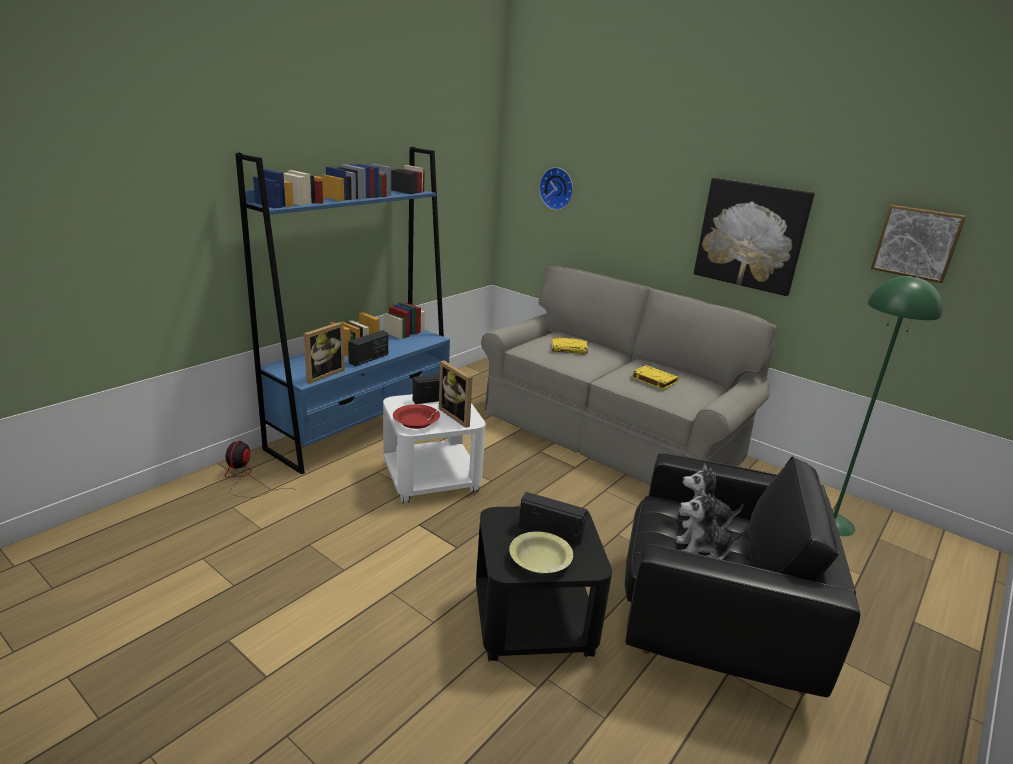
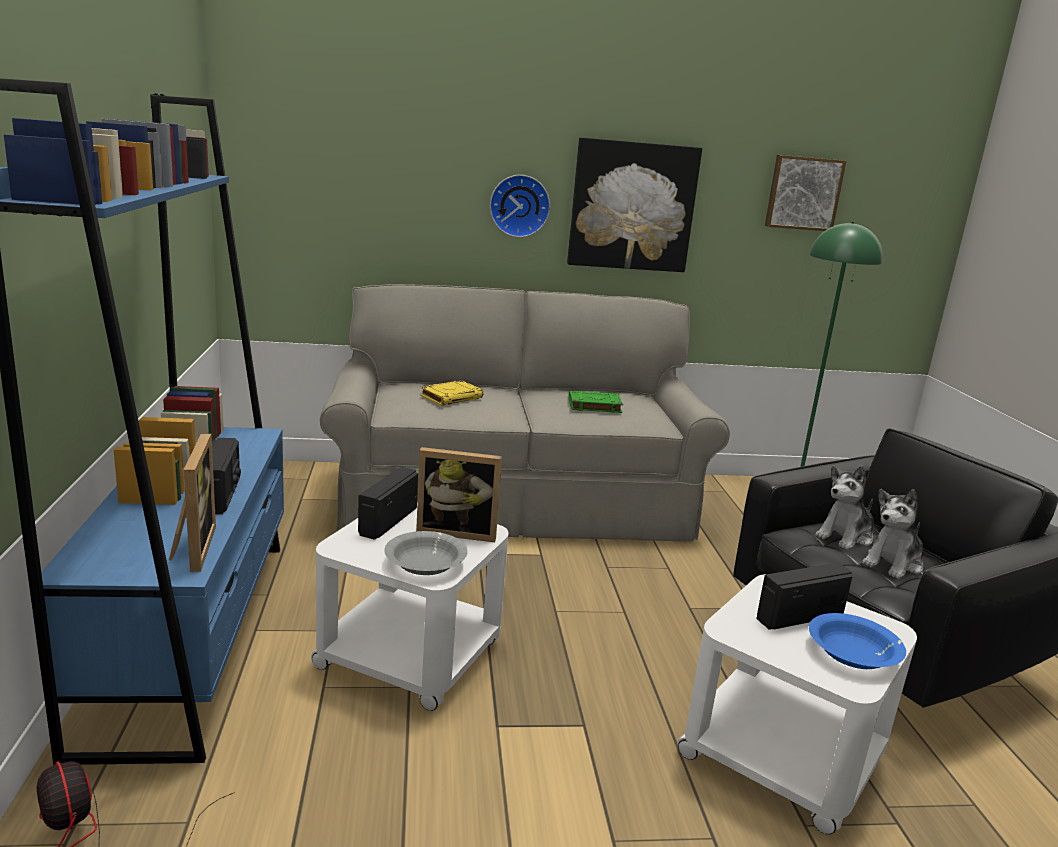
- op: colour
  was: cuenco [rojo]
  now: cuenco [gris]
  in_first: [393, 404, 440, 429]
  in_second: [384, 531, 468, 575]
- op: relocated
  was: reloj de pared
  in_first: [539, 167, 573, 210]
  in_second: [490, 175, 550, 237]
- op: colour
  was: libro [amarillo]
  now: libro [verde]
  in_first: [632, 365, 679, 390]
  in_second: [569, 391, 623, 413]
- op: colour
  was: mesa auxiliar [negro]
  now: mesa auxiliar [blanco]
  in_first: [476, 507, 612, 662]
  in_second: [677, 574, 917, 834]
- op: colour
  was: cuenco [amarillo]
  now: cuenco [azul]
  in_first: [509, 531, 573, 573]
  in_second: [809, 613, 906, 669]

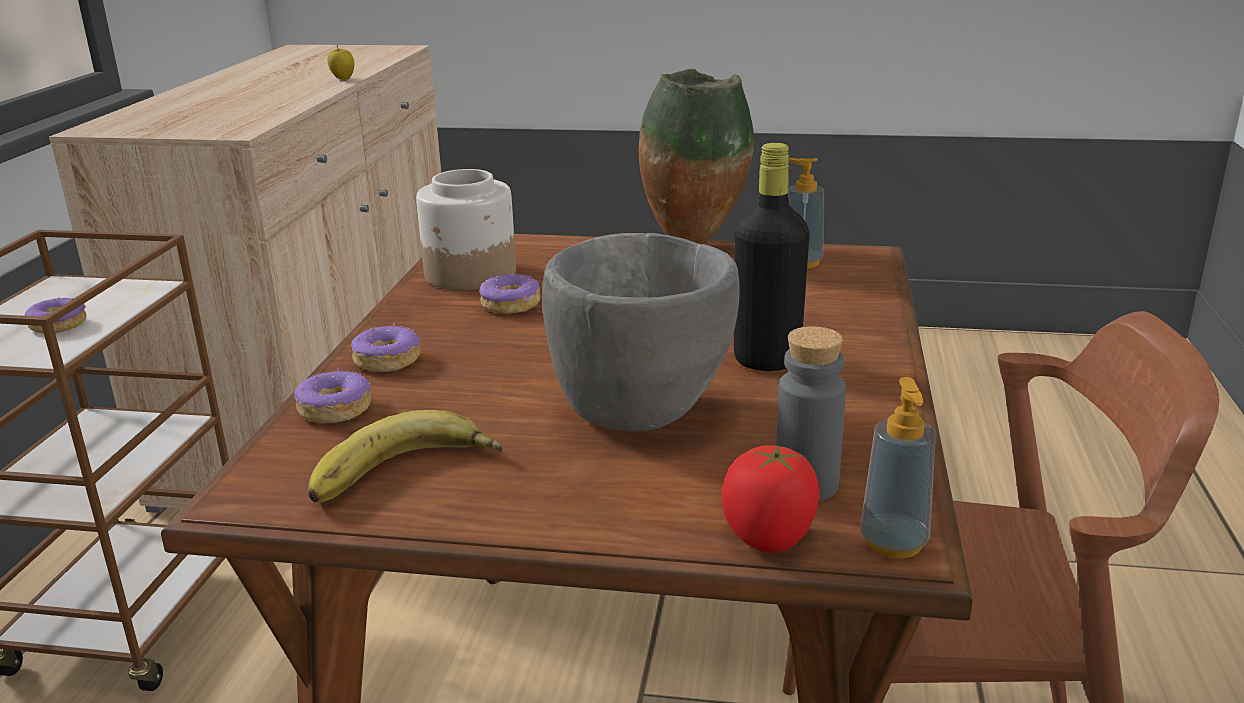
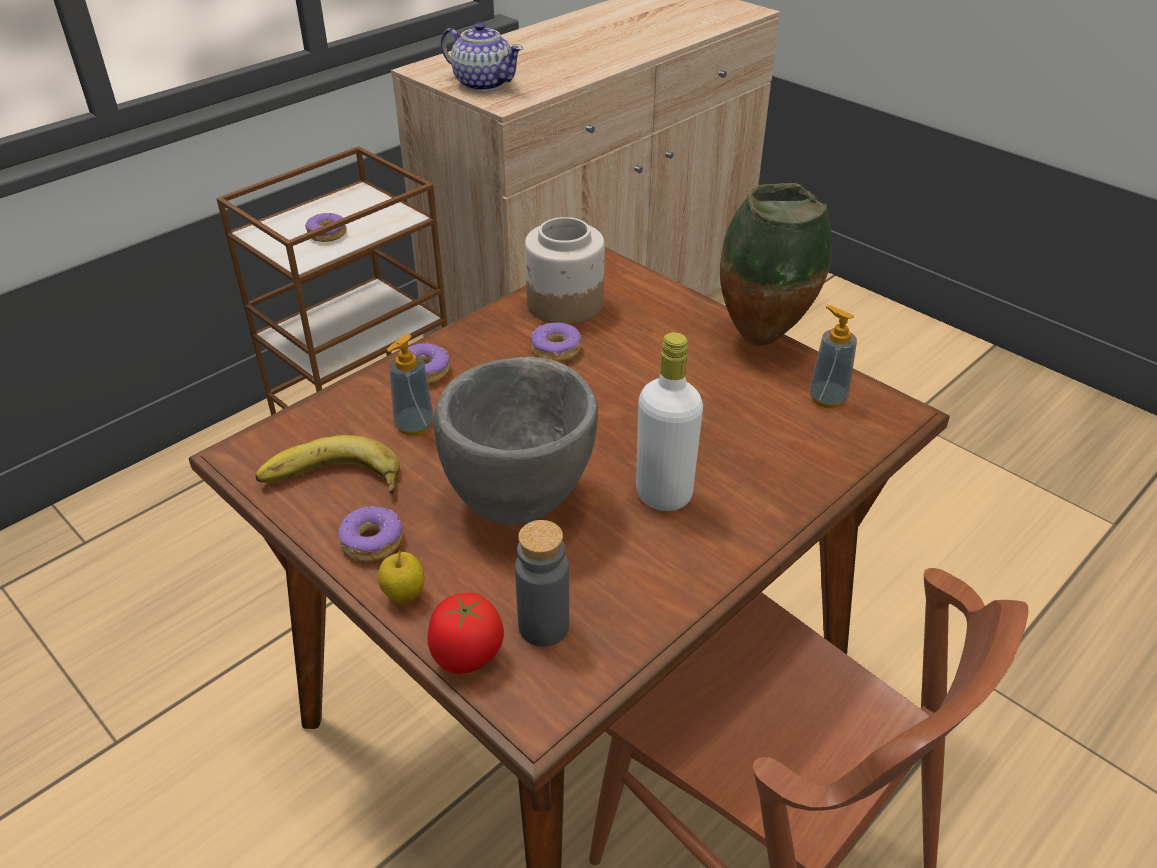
- op: relocated
  was: rosquilla
  in_first: [293, 368, 371, 424]
  in_second: [338, 506, 402, 562]
- op: relocated
  was: manzana
  in_first: [327, 46, 354, 80]
  in_second: [378, 550, 424, 604]
- op: relocated
  was: dispensador de jabón
  in_first: [860, 377, 936, 559]
  in_second: [387, 334, 434, 436]
- op: appeared
  now: tetera
  in_second: [441, 22, 523, 92]
- op: colour
  was: botella [negro]
  now: botella [blanco]
  in_first: [734, 143, 809, 371]
  in_second: [636, 332, 703, 511]

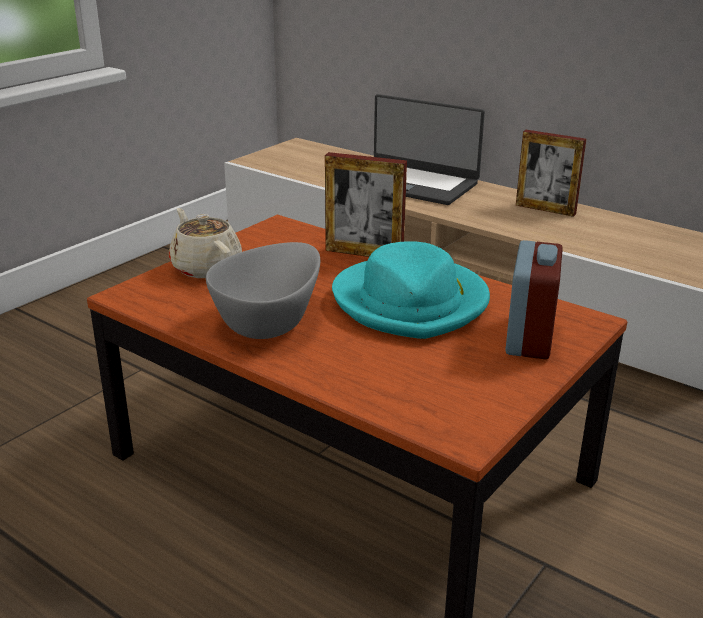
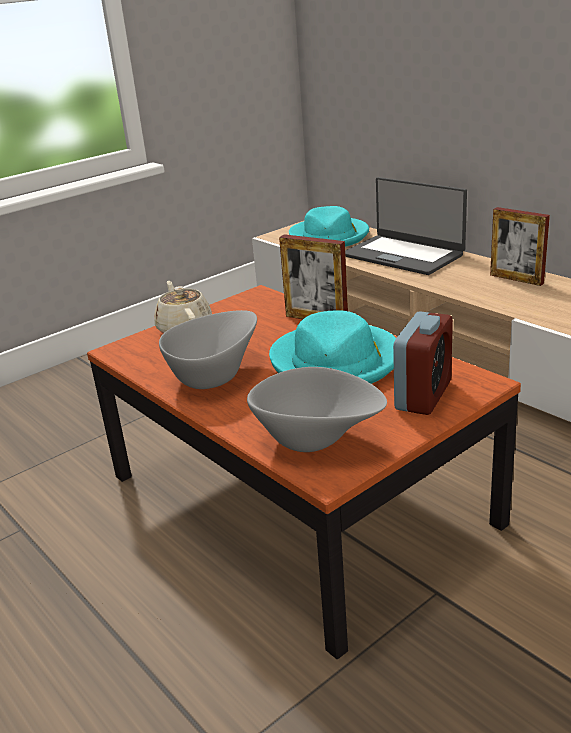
- op: appeared
  now: cuenco [gris]
  in_second: [247, 367, 387, 452]
- op: appeared
  now: sombrero [turquesa]
  in_second: [289, 206, 369, 247]

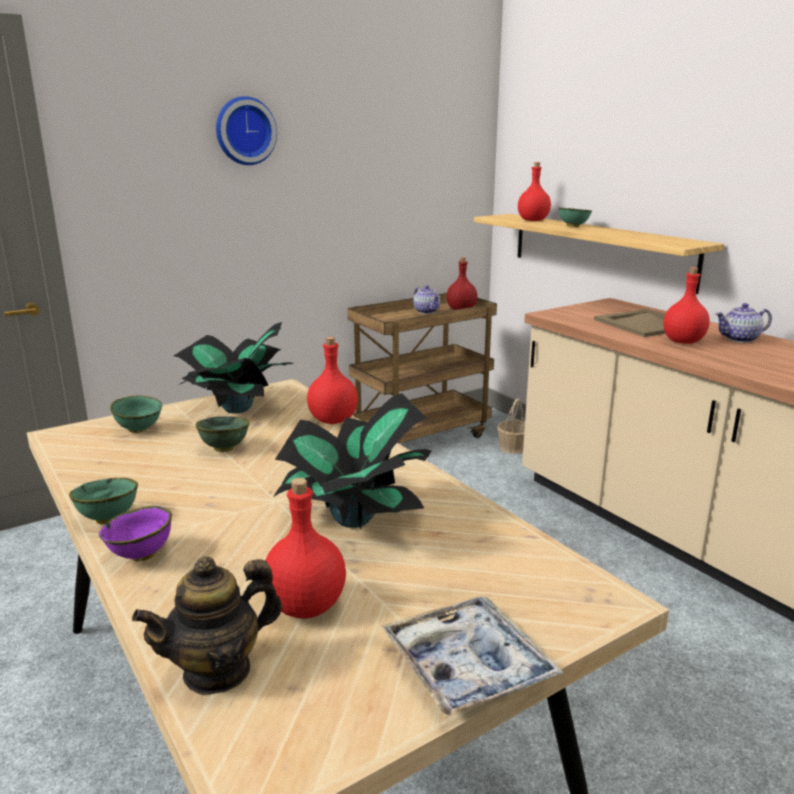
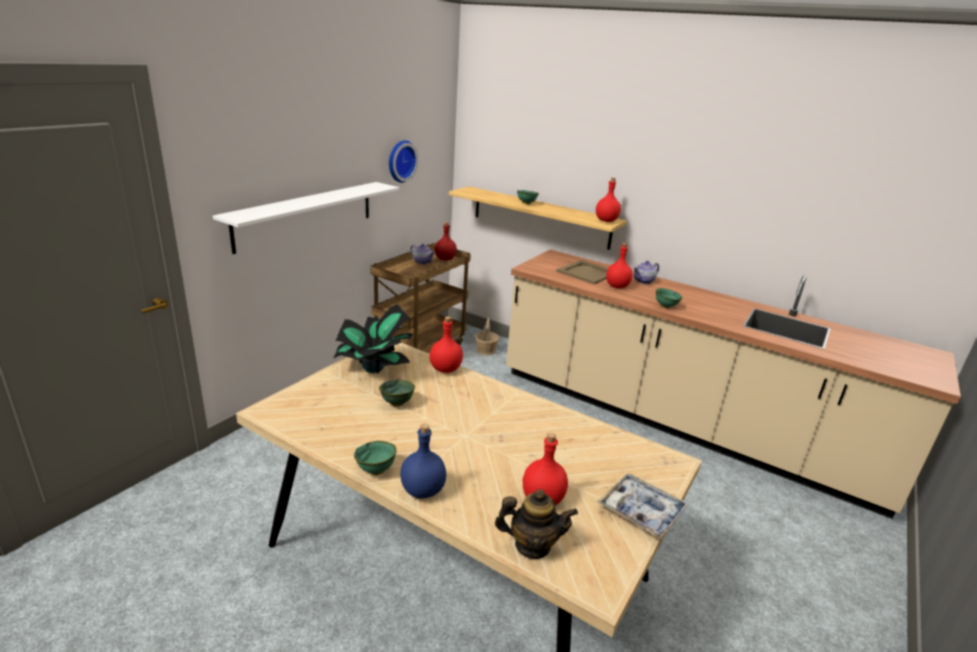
- op: appeared
  now: estante [blanco]
  in_second: [213, 182, 399, 254]
- op: relocated
  was: reloj de pared
  in_first: [216, 96, 277, 165]
  in_second: [389, 140, 418, 183]
- op: exchanged
  was: cuenco [morado]
  now: botella [azul]
  in_first: [99, 506, 172, 561]
  in_second: [400, 424, 446, 499]
- op: spun
  was: tetera
  in_first: [132, 556, 282, 695]
  in_second: [495, 489, 578, 559]
  clockwise: -120
- op: relocated
  was: botella [rojo]
  in_first: [518, 162, 551, 221]
  in_second: [596, 178, 621, 222]
- op: relocated
  was: cuenco [verde]
  in_first: [110, 395, 162, 433]
  in_second: [656, 288, 682, 308]
- op: missing
  was: planta en maceta
  in_first: [273, 393, 432, 529]

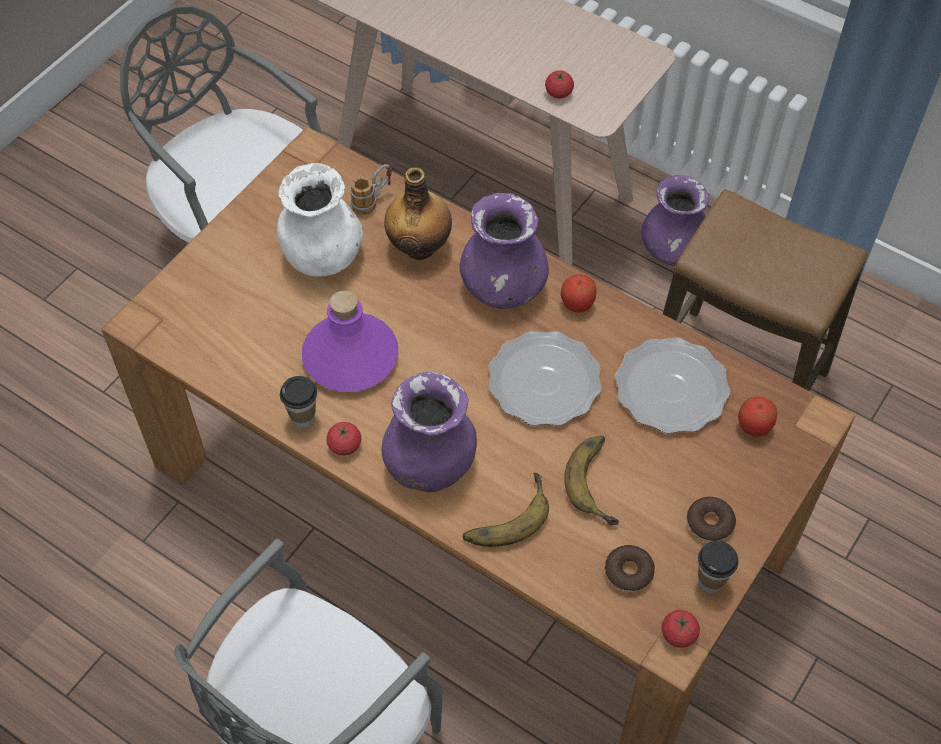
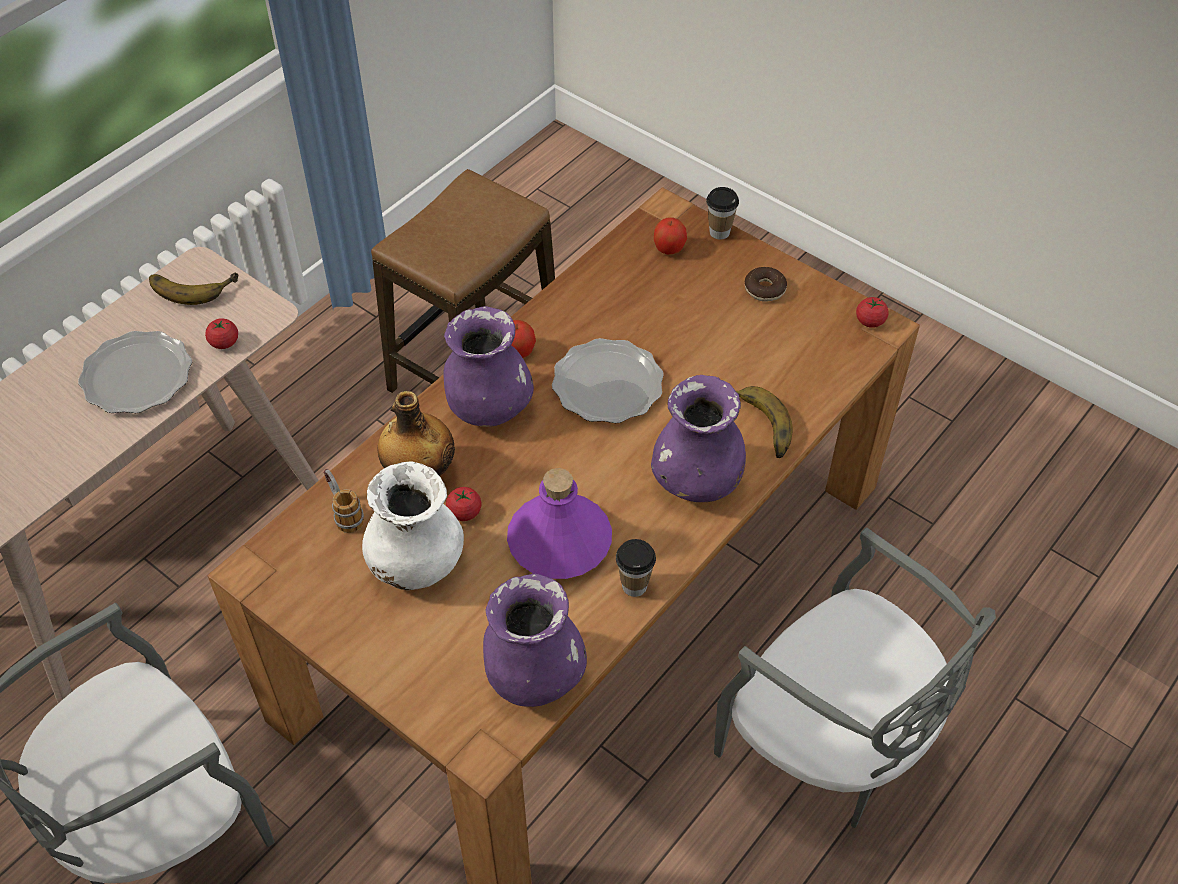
- op: relocated
  was: plato
  in_first: [615, 337, 730, 434]
  in_second: [78, 331, 192, 413]
- op: relocated
  was: plátano
  in_first: [564, 436, 619, 525]
  in_second: [149, 272, 239, 305]
- op: relocated
  was: tomate
  in_first: [327, 422, 361, 455]
  in_second: [446, 487, 482, 521]
- op: relocated
  was: florero [morado]
  in_first: [641, 175, 709, 266]
  in_second: [483, 574, 587, 707]
- op: relocated
  was: taza
  in_first: [698, 541, 738, 593]
  in_second: [706, 187, 739, 240]
- op: missing
  was: rosquilla
  in_first: [605, 545, 655, 592]

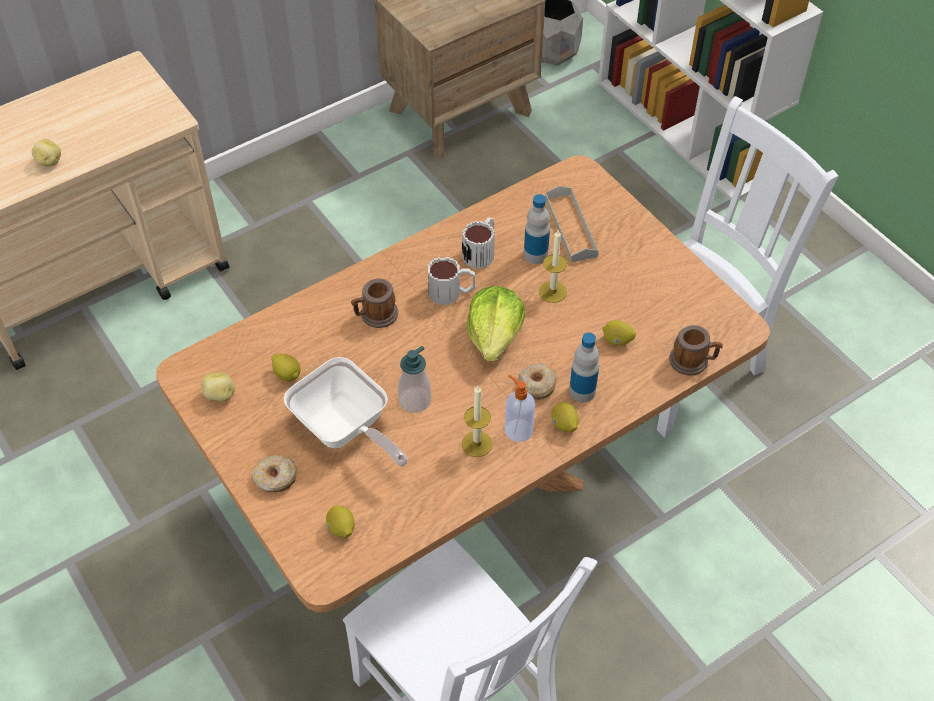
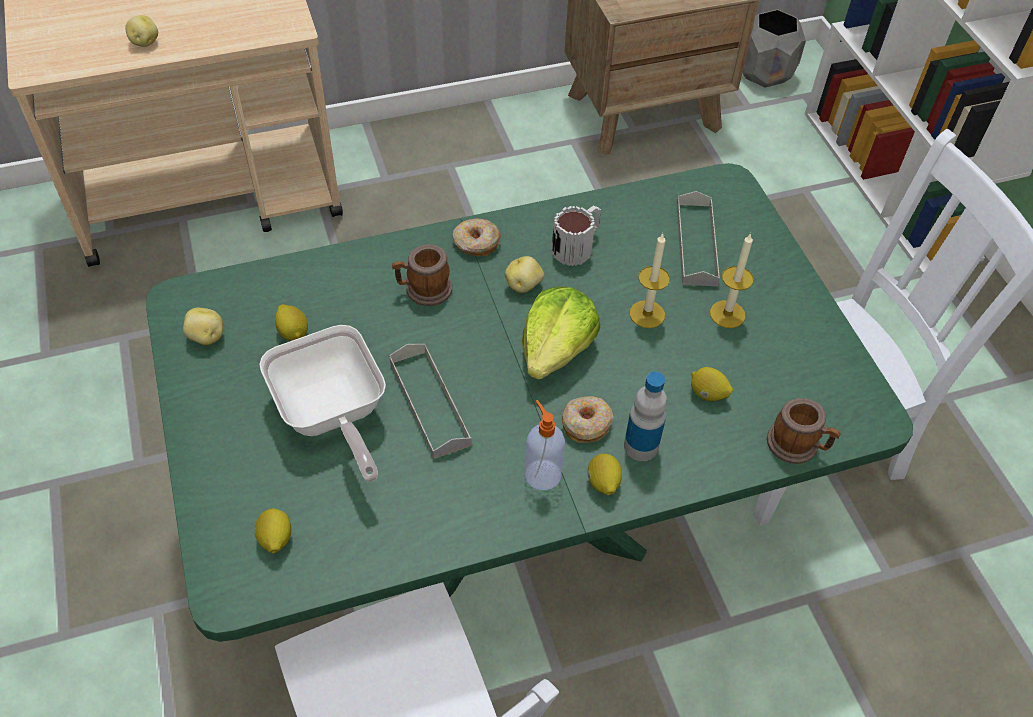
- op: colour
  was: mesa de comedor [marrón]
  now: mesa de comedor [verde]
  in_first: [156, 155, 770, 613]
  in_second: [146, 163, 913, 642]
- op: exchanged
  was: dispensador de jabón
  now: bandeja [gris]
  in_first: [398, 346, 432, 413]
  in_second: [389, 344, 472, 459]
- op: relocated
  was: rosquilla
  in_first: [252, 455, 297, 492]
  in_second: [453, 219, 501, 256]
- op: exchanged
  was: taza grande
  now: patata
  in_first: [428, 257, 475, 305]
  in_second: [505, 256, 544, 293]
- op: relocated
  was: vela
  in_first: [462, 386, 493, 457]
  in_second: [710, 233, 754, 328]
- op: missing
  was: botella
  in_first: [524, 194, 550, 264]

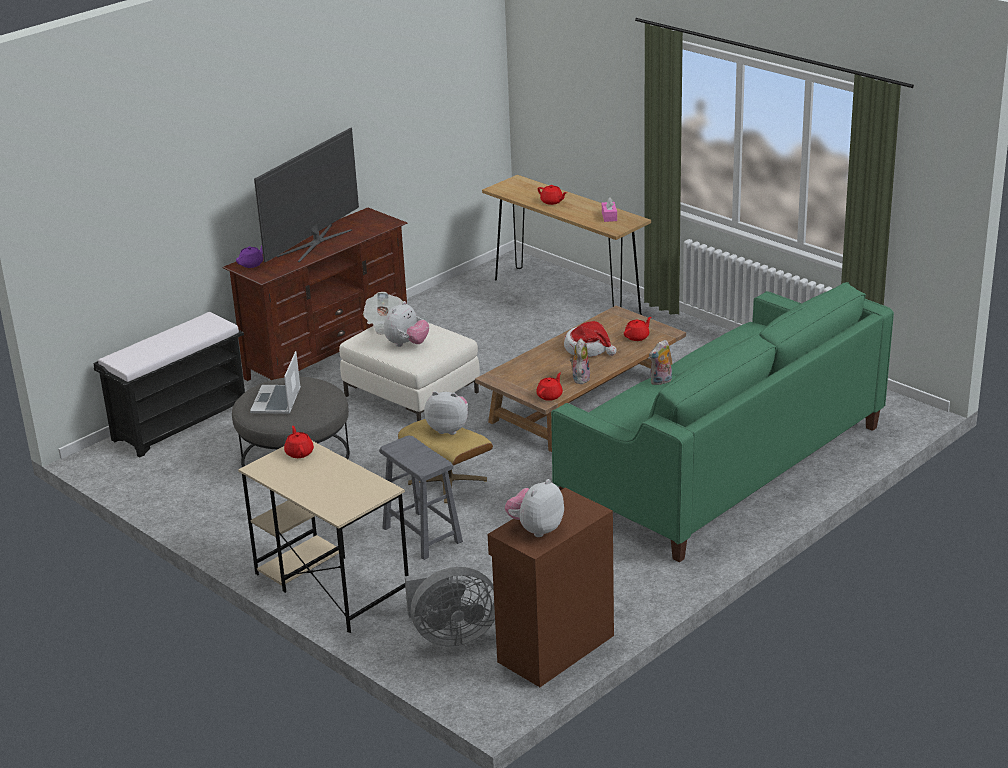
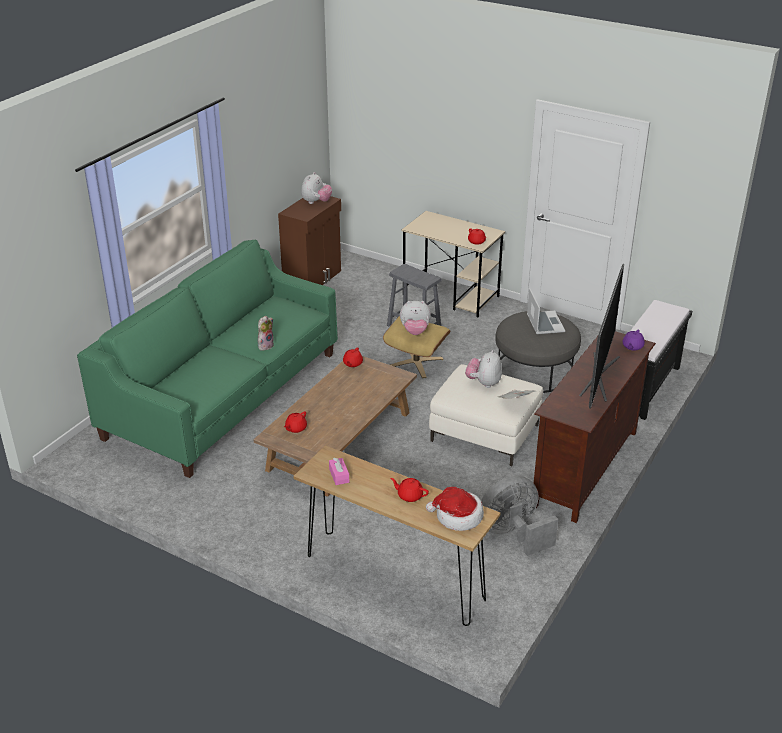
- op: relocated
  was: sombrero
  in_first: [564, 321, 617, 357]
  in_second: [426, 487, 484, 531]
- op: relocated
  was: ventilador [gris]
  in_first: [405, 567, 495, 646]
  in_second: [481, 475, 558, 556]
- op: missing
  was: peluche
  in_first: [570, 338, 590, 384]

